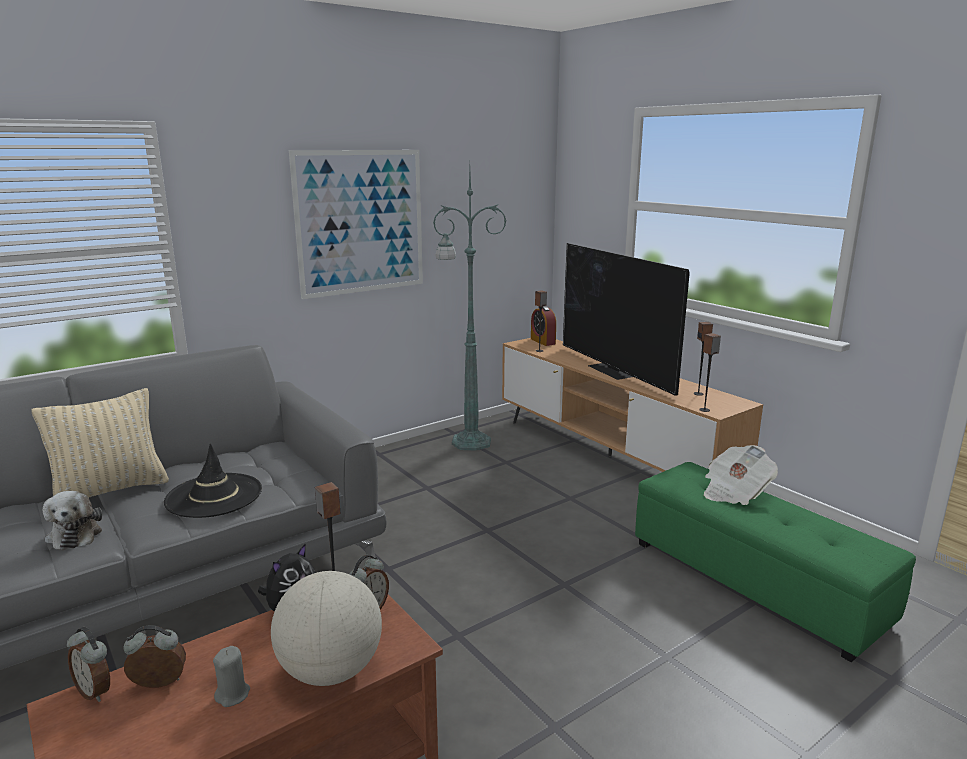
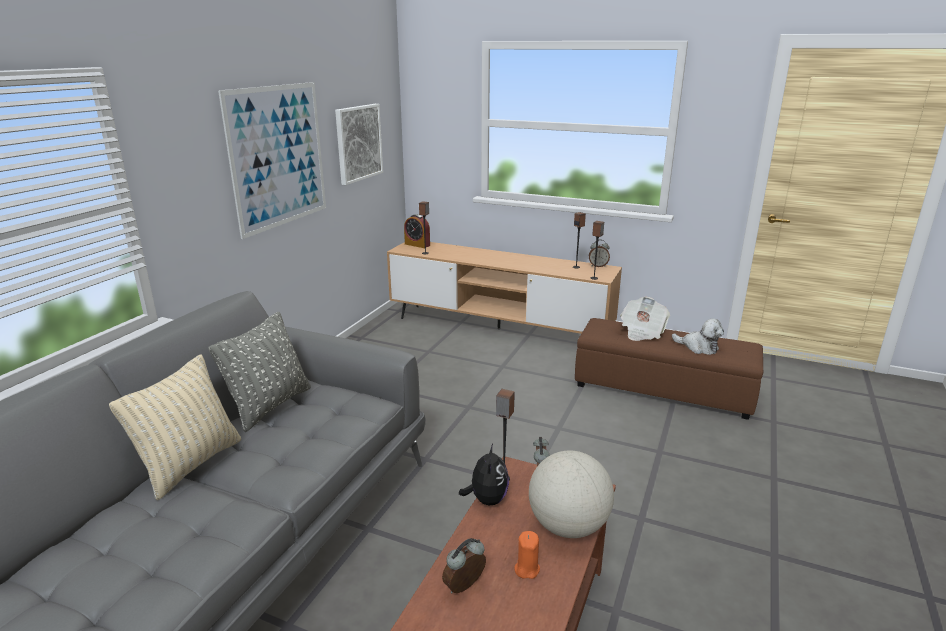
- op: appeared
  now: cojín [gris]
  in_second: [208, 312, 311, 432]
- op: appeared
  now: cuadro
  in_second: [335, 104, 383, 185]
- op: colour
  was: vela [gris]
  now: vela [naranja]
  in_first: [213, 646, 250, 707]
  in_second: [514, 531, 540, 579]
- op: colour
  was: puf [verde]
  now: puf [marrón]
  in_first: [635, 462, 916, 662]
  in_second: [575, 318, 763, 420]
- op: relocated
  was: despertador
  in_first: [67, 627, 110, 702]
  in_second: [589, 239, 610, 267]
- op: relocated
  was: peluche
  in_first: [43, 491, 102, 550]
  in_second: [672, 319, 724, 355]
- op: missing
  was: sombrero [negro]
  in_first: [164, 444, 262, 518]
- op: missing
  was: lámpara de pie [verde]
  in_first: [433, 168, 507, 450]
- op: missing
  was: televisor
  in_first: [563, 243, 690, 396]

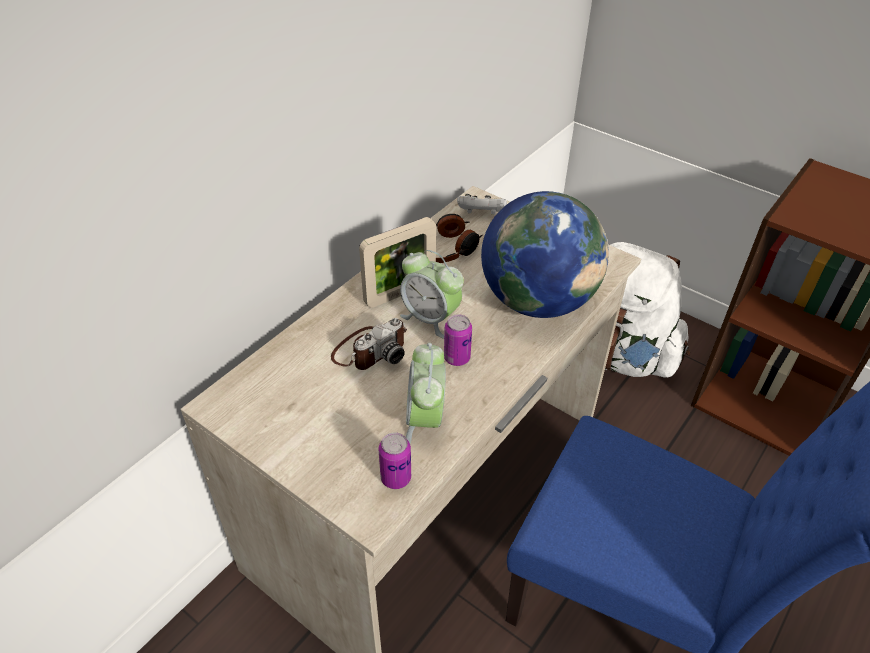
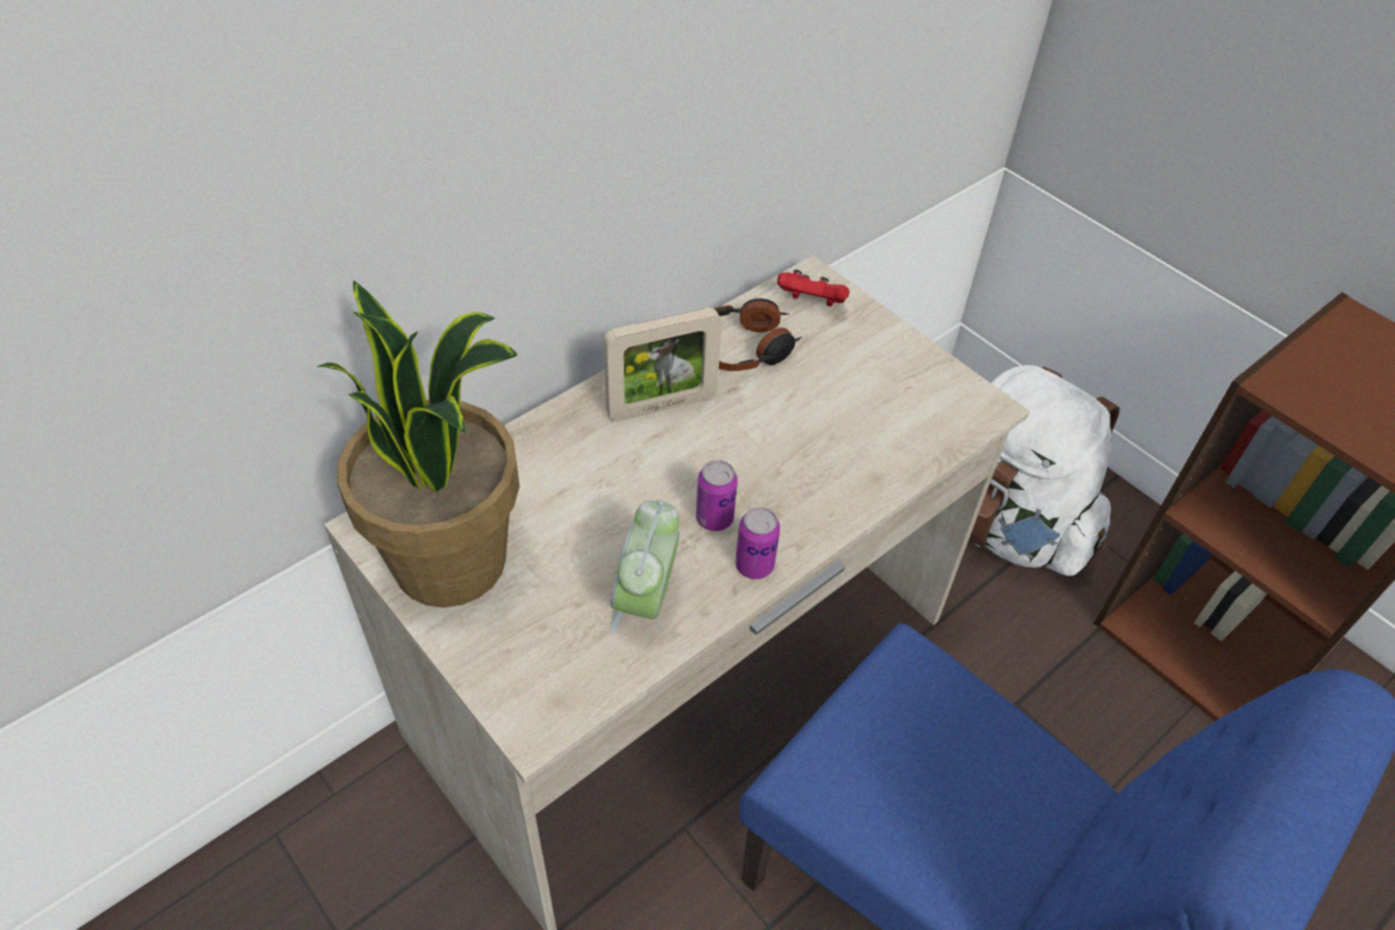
- op: appeared
  now: planta en maceta
  in_second: [317, 281, 520, 608]
- op: relocated
  was: lata
  in_first: [379, 432, 411, 489]
  in_second: [735, 507, 780, 579]
- op: colour
  was: mando de consola [blanco]
  now: mando de consola [rojo]
  in_first: [457, 194, 507, 215]
  in_second: [777, 269, 849, 307]
- op: missing
  was: cámara
  in_first: [331, 318, 407, 370]
- op: missing
  was: despertador
  in_first: [400, 250, 464, 339]
- op: missing
  was: globo terráqueo
  in_first: [481, 191, 609, 318]

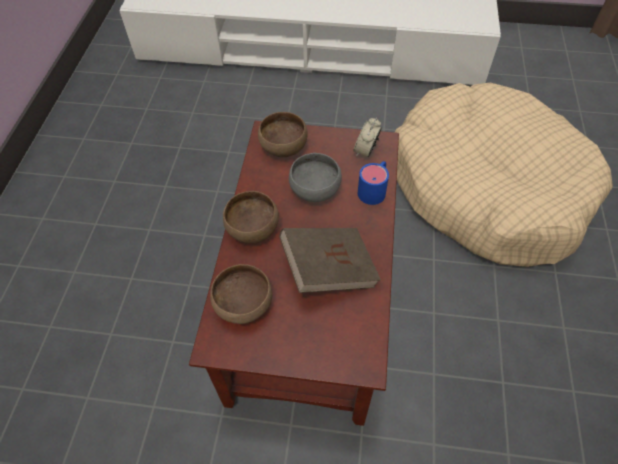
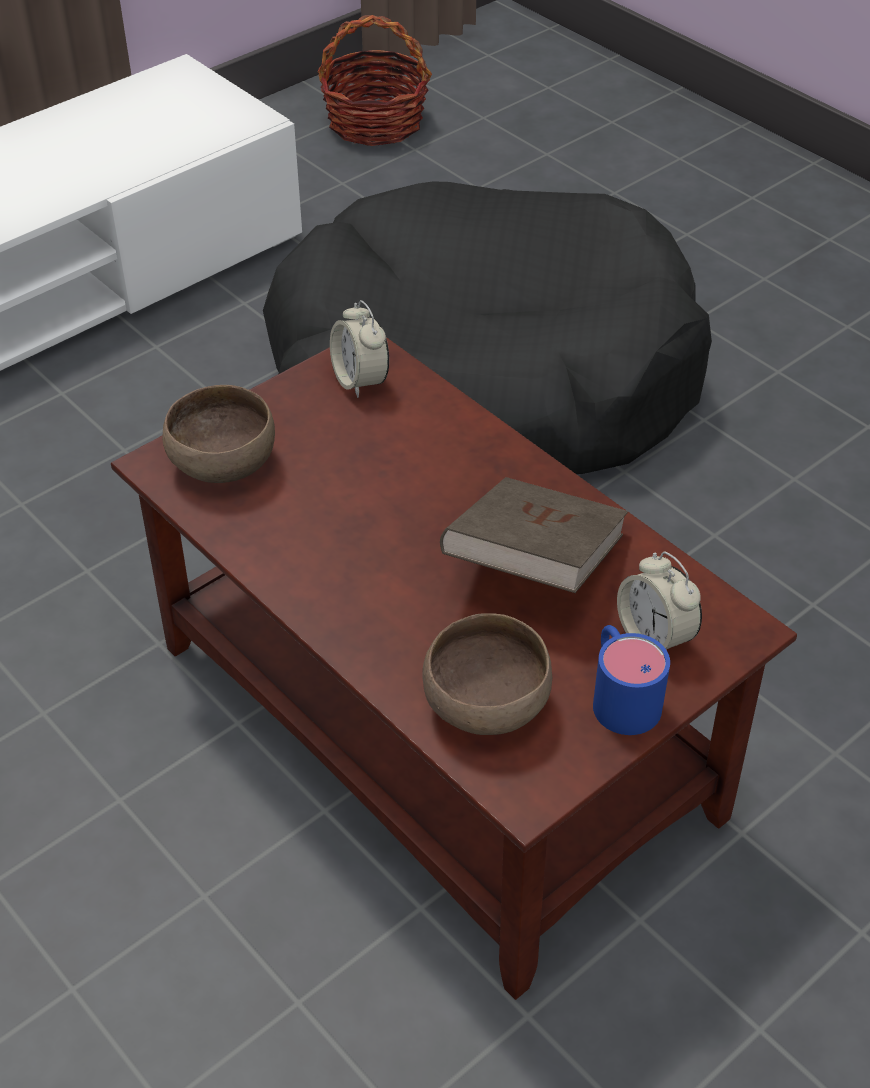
- op: colour
  was: cama para perro [beis]
  now: cama para perro [negro]
  in_first: [395, 83, 613, 267]
  in_second: [263, 181, 712, 474]
- op: appeared
  now: cesta
  in_second: [318, 15, 432, 146]
- op: relocated
  was: taza grande [azul]
  in_first: [358, 161, 389, 205]
  in_second: [593, 625, 670, 735]
- op: appeared
  now: despertador
  in_second: [617, 551, 702, 649]
- op: missing
  was: cuenco [marrón]
  in_first: [223, 191, 279, 244]
- op: missing
  was: cuenco [gris]
  in_first: [289, 153, 342, 202]

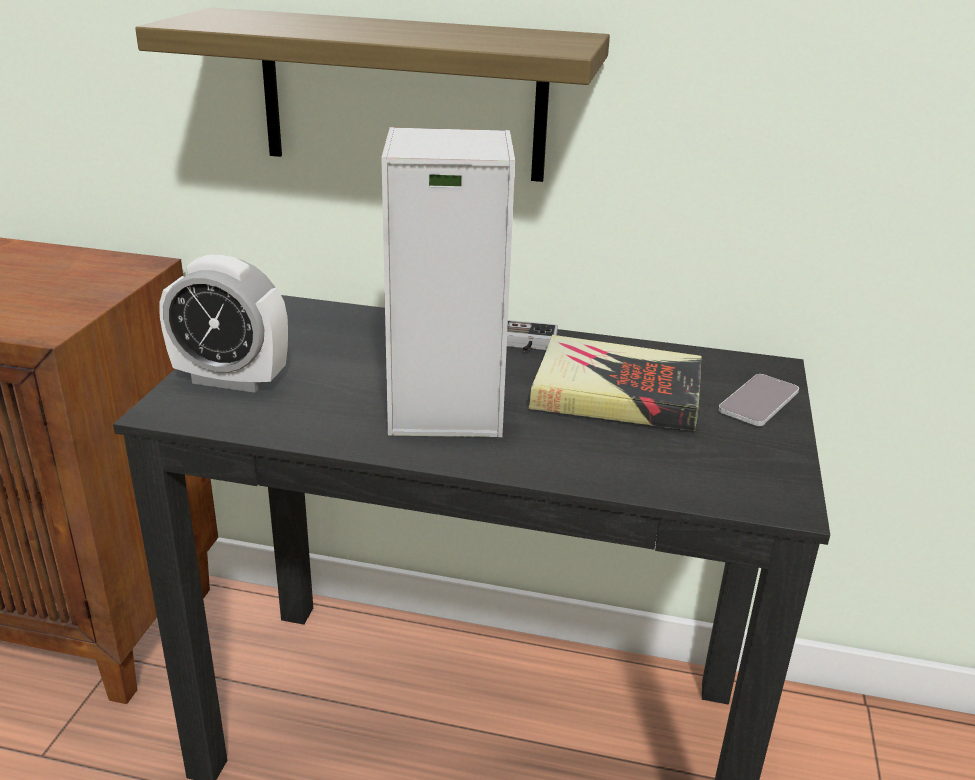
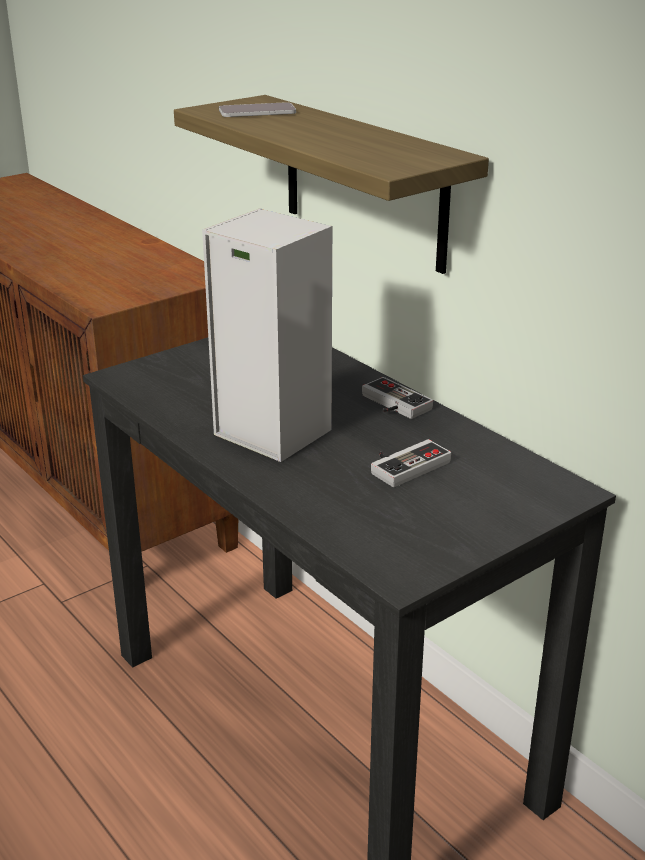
- op: relocated
  was: móvil
  in_first: [718, 374, 799, 426]
  in_second: [219, 102, 296, 117]
- op: exchanged
  was: libro
  now: mando de consola
  in_first: [528, 335, 702, 431]
  in_second: [371, 439, 451, 487]
- op: missing
  was: despertador
  in_first: [159, 254, 288, 393]

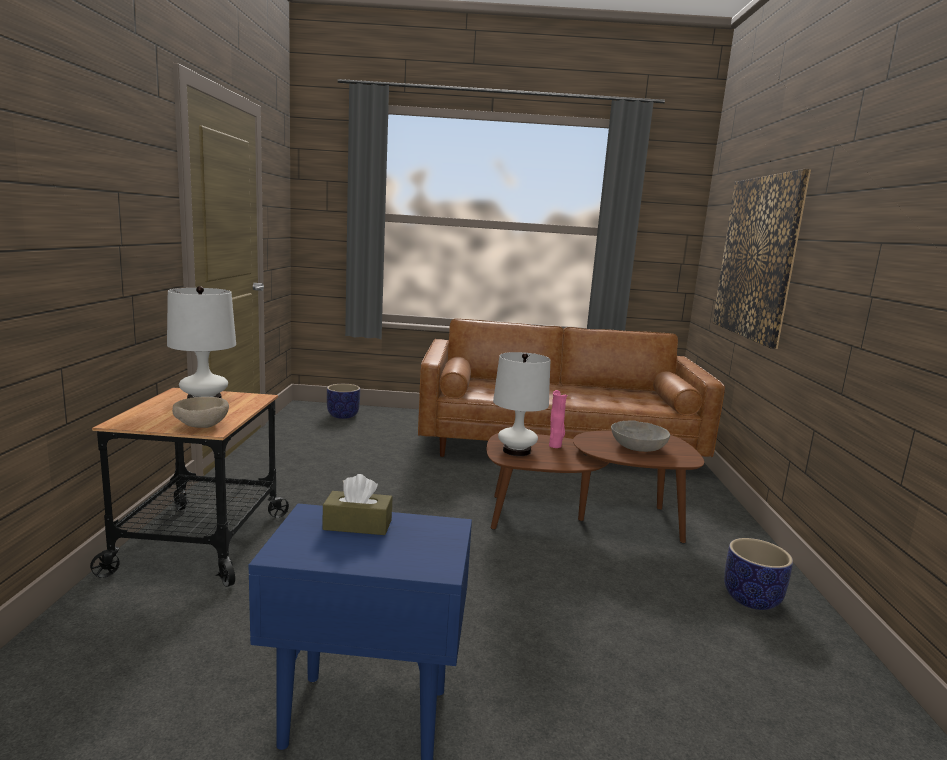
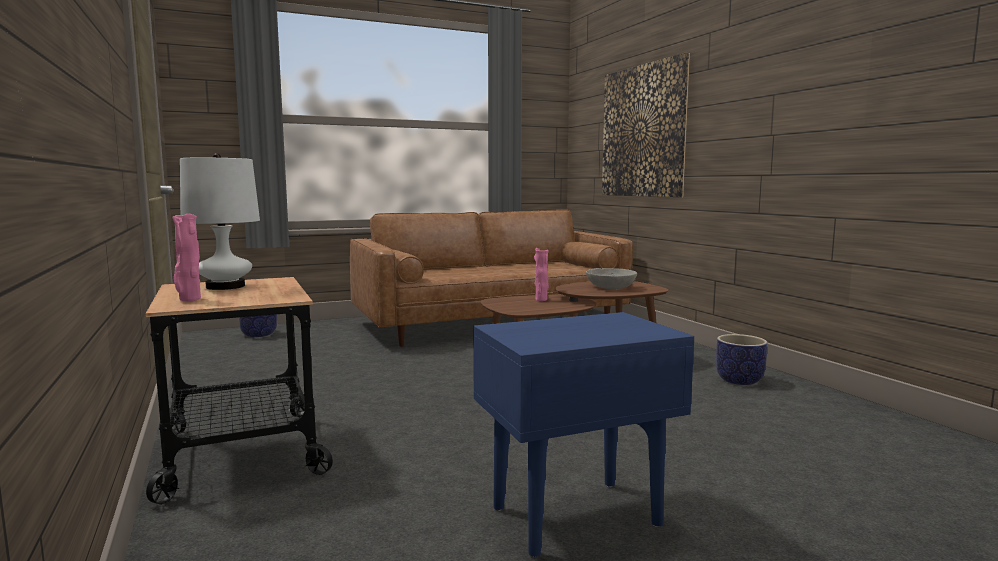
- op: appeared
  now: florero [rosa]
  in_second: [172, 213, 201, 301]
- op: missing
  was: cuenco [beis]
  in_first: [172, 397, 229, 428]
- op: missing
  was: caja de pañuelos [marrón]
  in_first: [323, 474, 392, 535]
- op: missing
  was: lámpara de mesa [blanco]
  in_first: [493, 352, 550, 456]

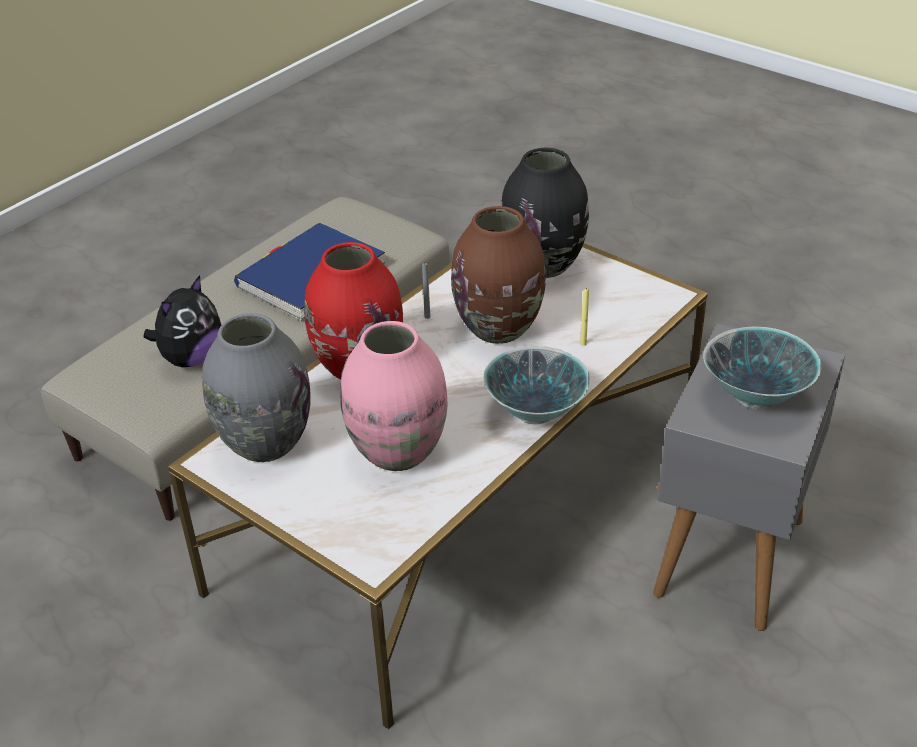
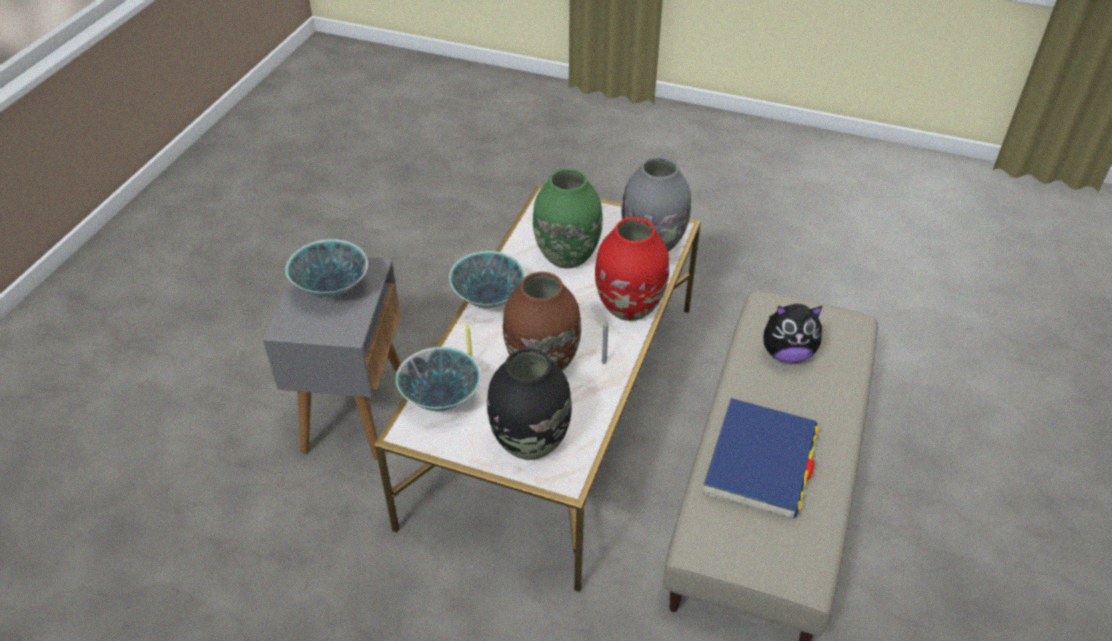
- op: appeared
  now: cuenco
  in_second: [396, 347, 481, 411]
- op: colour
  was: florero [rosa]
  now: florero [verde]
  in_first: [340, 321, 447, 471]
  in_second: [533, 168, 603, 269]
- op: spun
  was: peluche
  in_first: [143, 275, 221, 367]
  in_second: [763, 304, 823, 363]
  clockwise: -105

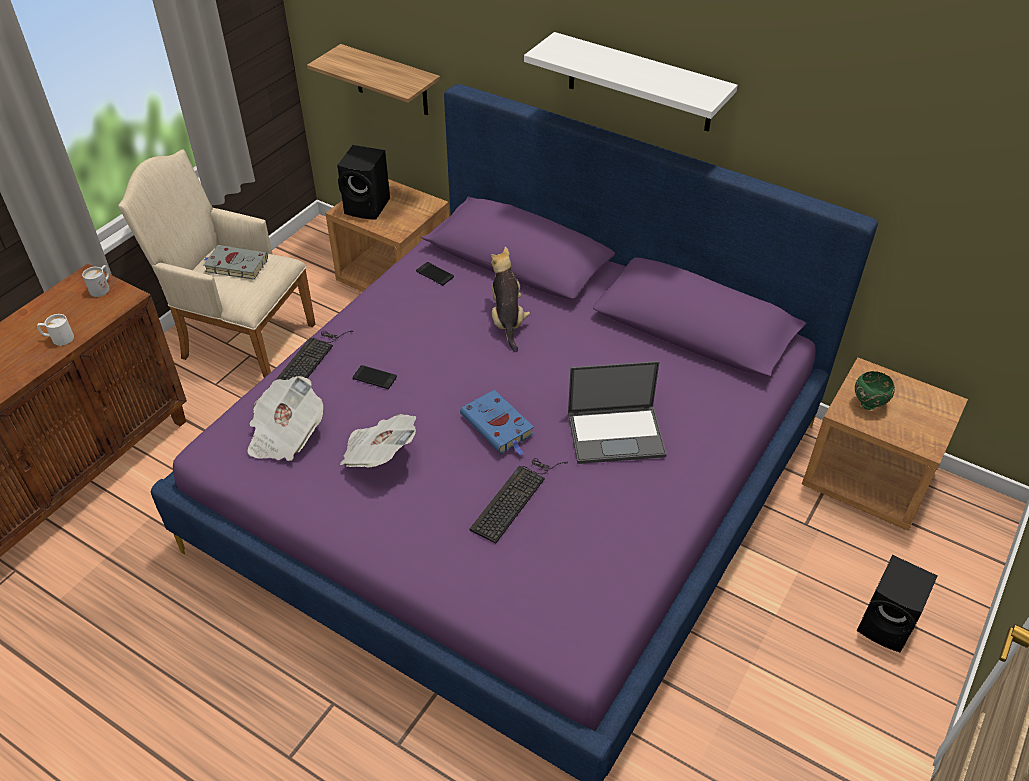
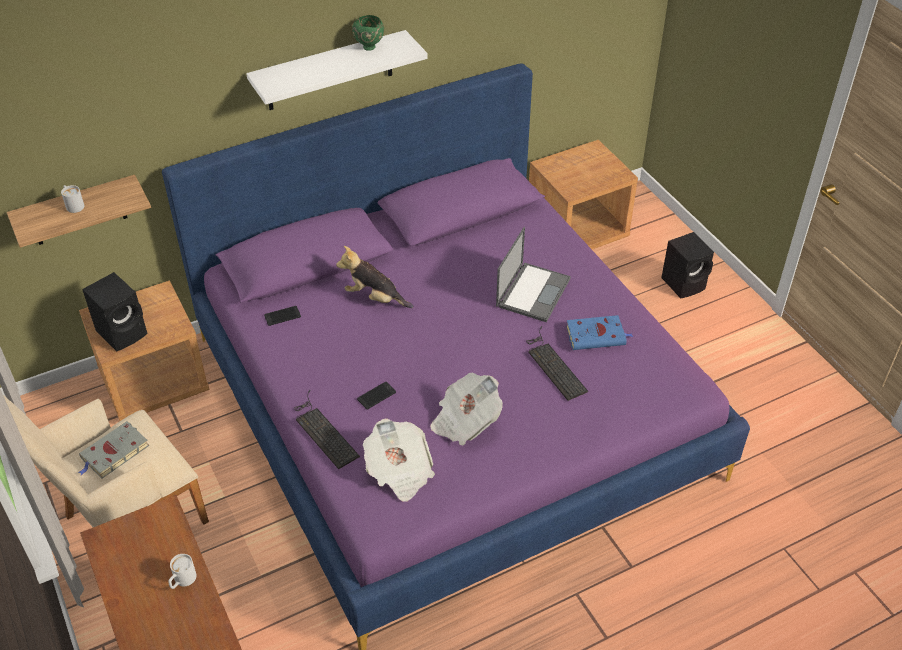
- op: relocated
  was: taza grande [blanco]
  in_first: [82, 265, 110, 297]
  in_second: [61, 185, 85, 213]
- op: relocated
  was: cuenco [verde]
  in_first: [855, 371, 895, 410]
  in_second: [352, 15, 384, 51]
- op: relocated
  was: libro [azul]
  in_first: [460, 390, 534, 456]
  in_second: [566, 315, 633, 350]

